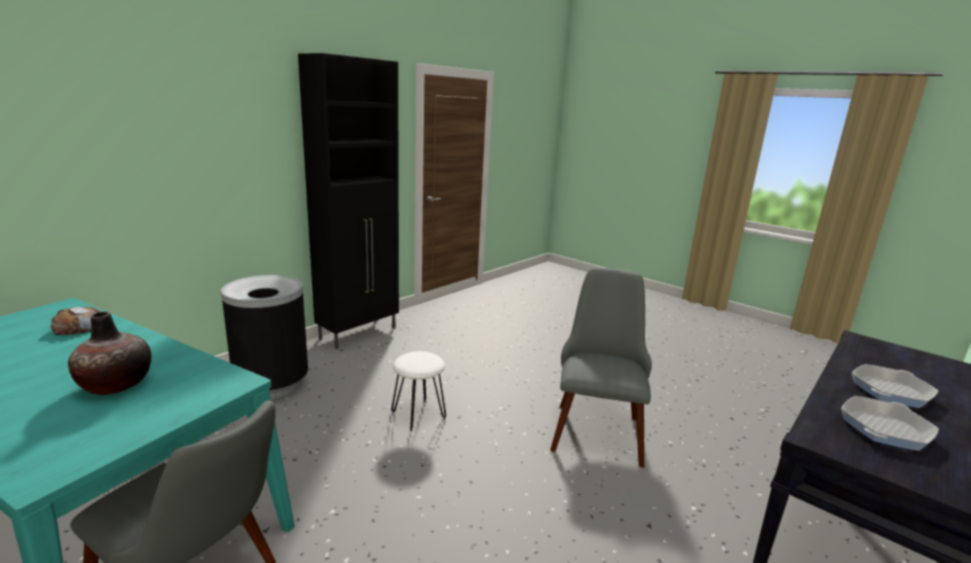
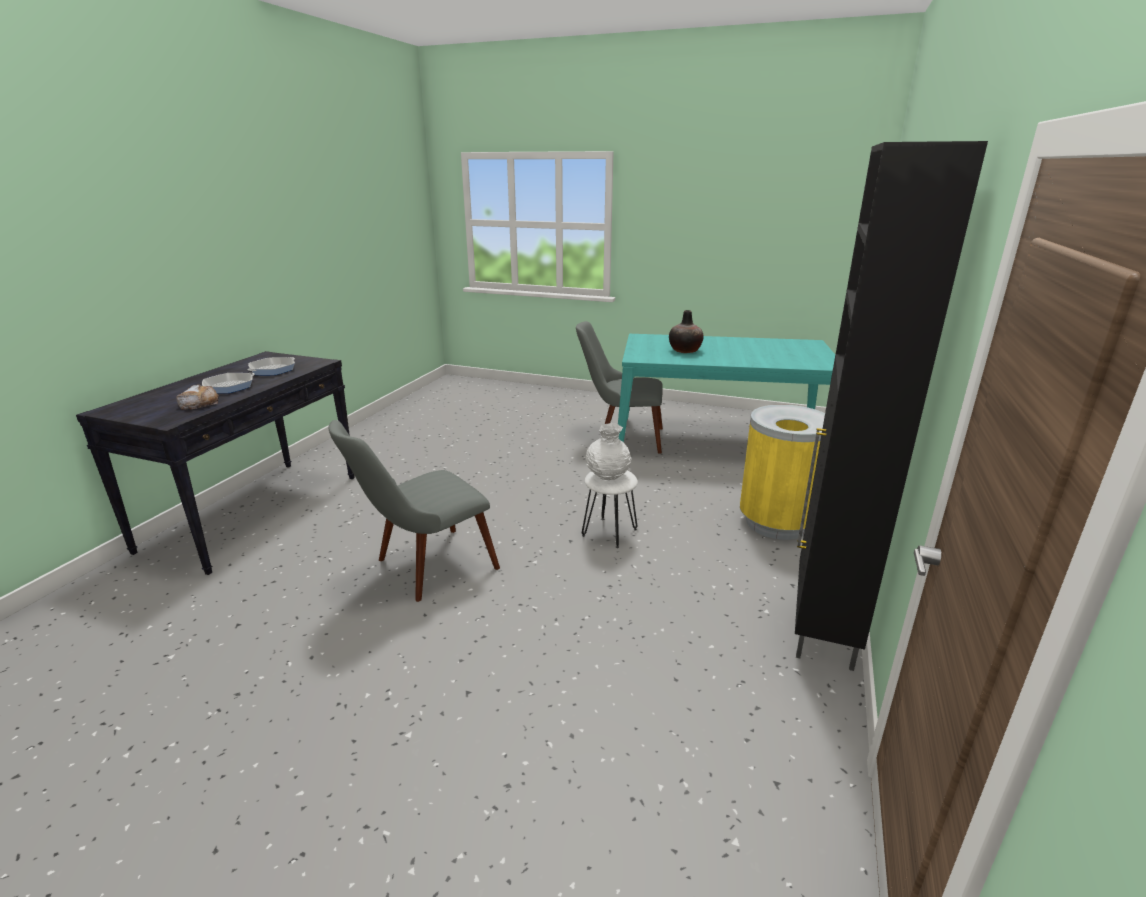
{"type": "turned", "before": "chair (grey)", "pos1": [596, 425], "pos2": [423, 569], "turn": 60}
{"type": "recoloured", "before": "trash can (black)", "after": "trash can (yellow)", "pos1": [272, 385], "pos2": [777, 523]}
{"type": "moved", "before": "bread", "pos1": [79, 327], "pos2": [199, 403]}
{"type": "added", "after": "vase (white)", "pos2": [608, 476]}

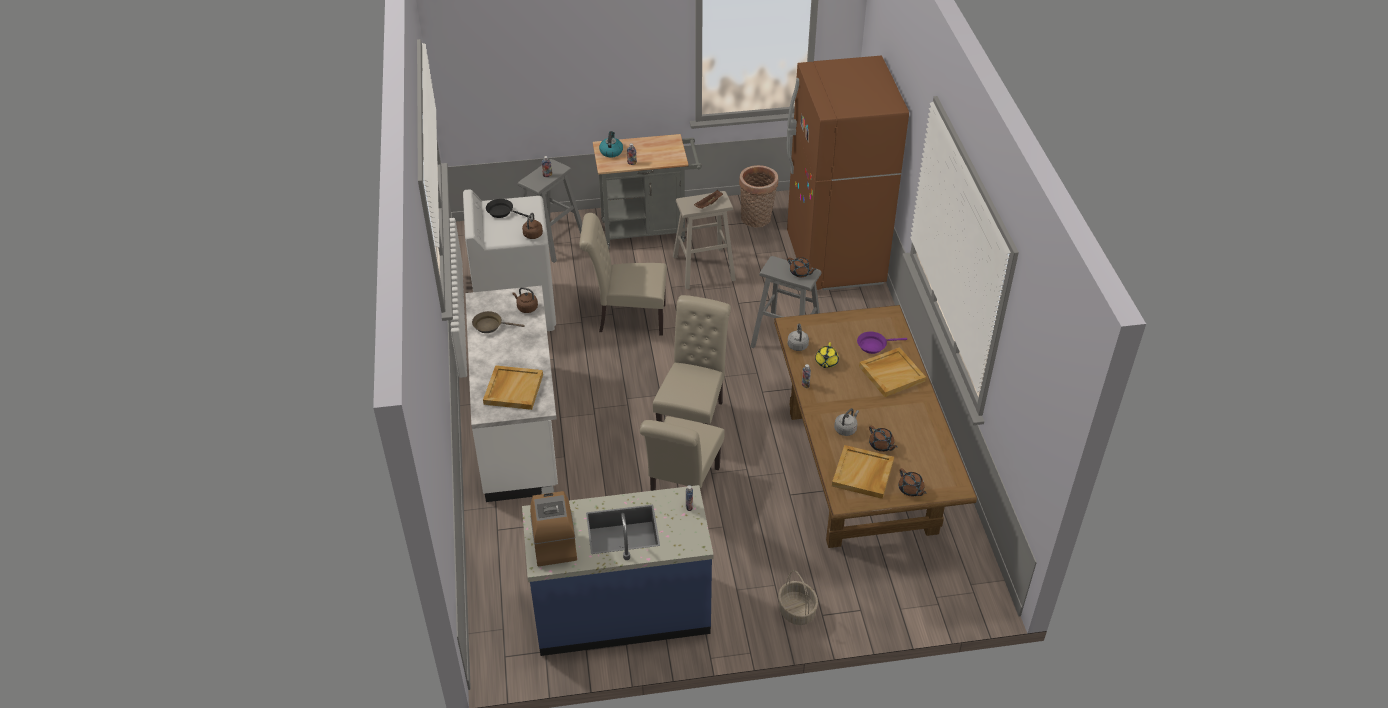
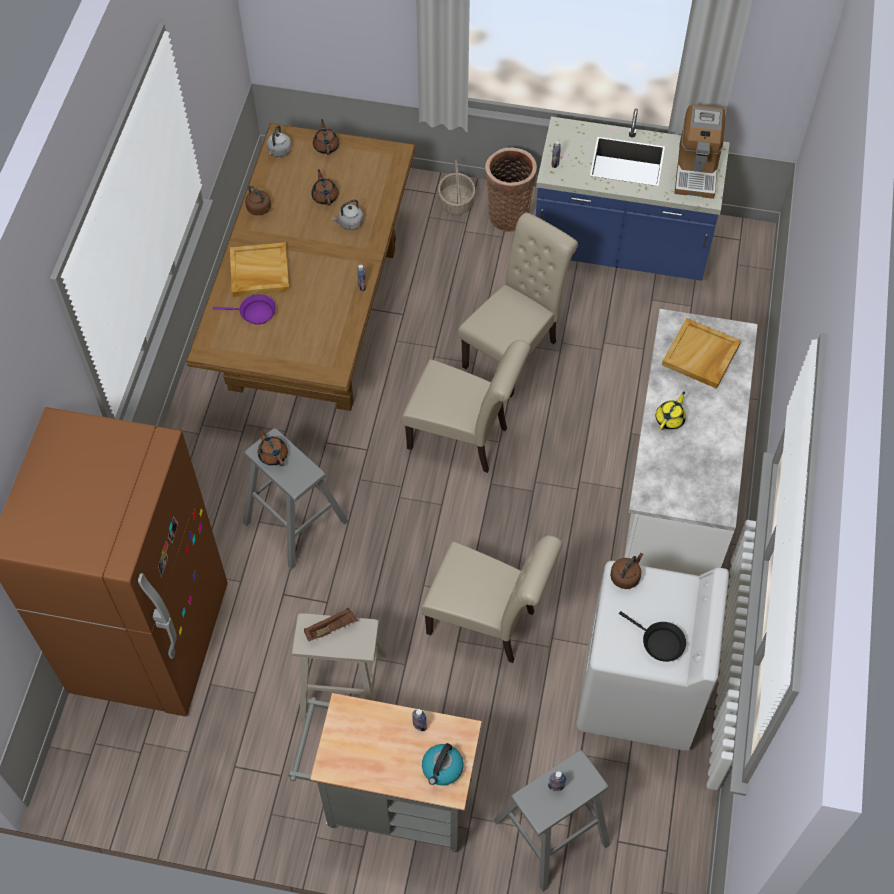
{"type": "moved", "before": "basket", "pos1": [757, 219], "pos2": [508, 214]}
{"type": "moved", "before": "kettle (brown)", "pos1": [526, 308], "pos2": [260, 209]}
{"type": "turned", "before": "chair (beige)", "pos1": [693, 417], "pos2": [464, 439], "turn": -105}
{"type": "removed", "before": "frying pan (brown)", "pos1": [490, 325]}
{"type": "moved", "before": "kettle (grey)", "pos1": [797, 345], "pos2": [279, 151]}
{"type": "moved", "before": "teapot (yellow)", "pos1": [826, 362], "pos2": [670, 419]}
{"type": "removed", "before": "tray (beige)", "pos1": [863, 474]}

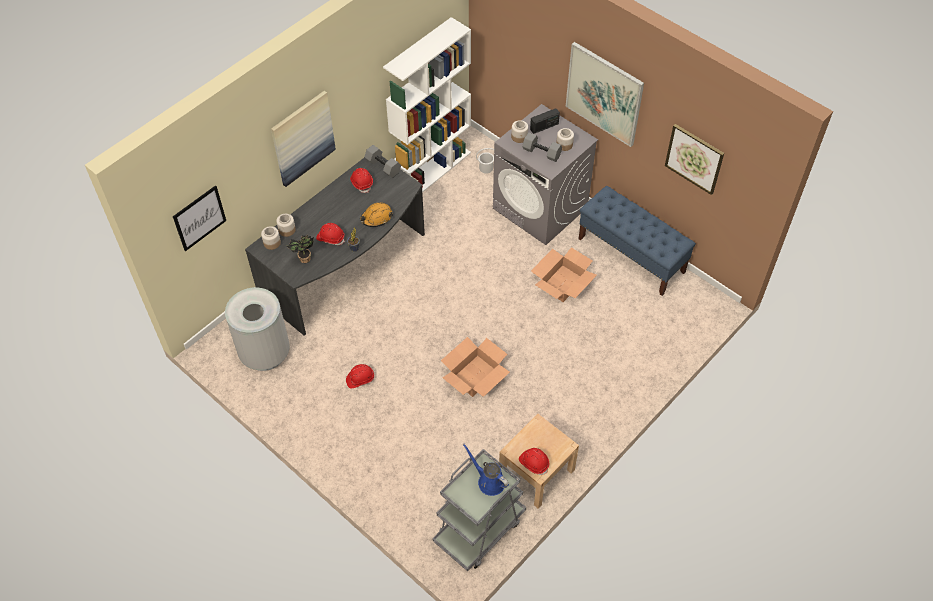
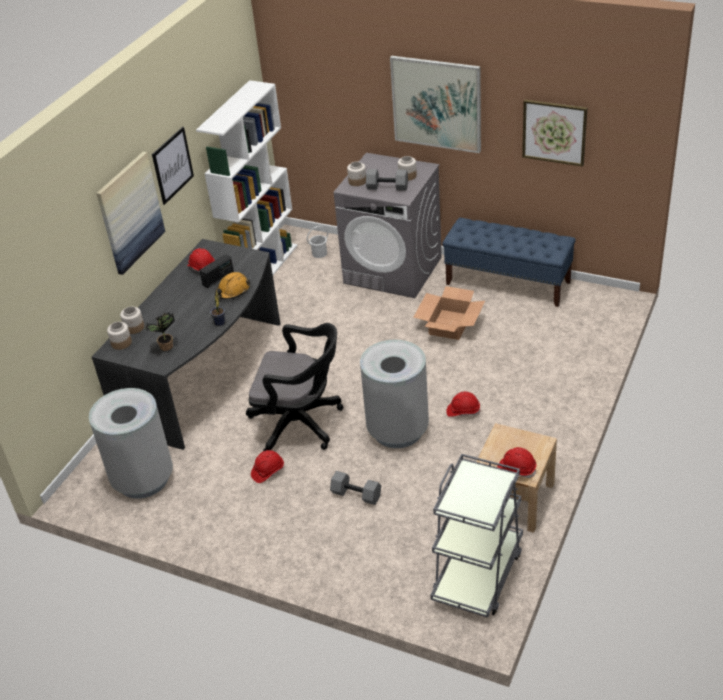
{"type": "moved", "before": "radio", "pos1": [544, 126], "pos2": [218, 278]}
{"type": "moved", "before": "dumbbell (grey)", "pos1": [383, 166], "pos2": [357, 494]}
{"type": "moved", "before": "picture", "pos1": [199, 218], "pos2": [172, 165]}
{"type": "moved", "before": "hard hat (red)", "pos1": [330, 238], "pos2": [463, 411]}
{"type": "replaced", "before": "cardboard box", "after": "trash can (grey)", "pos1": [475, 376], "pos2": [397, 430]}
{"type": "removed", "before": "watering can (blue)", "pos1": [489, 481]}
{"type": "added", "after": "office chair (black)", "pos2": [301, 424]}

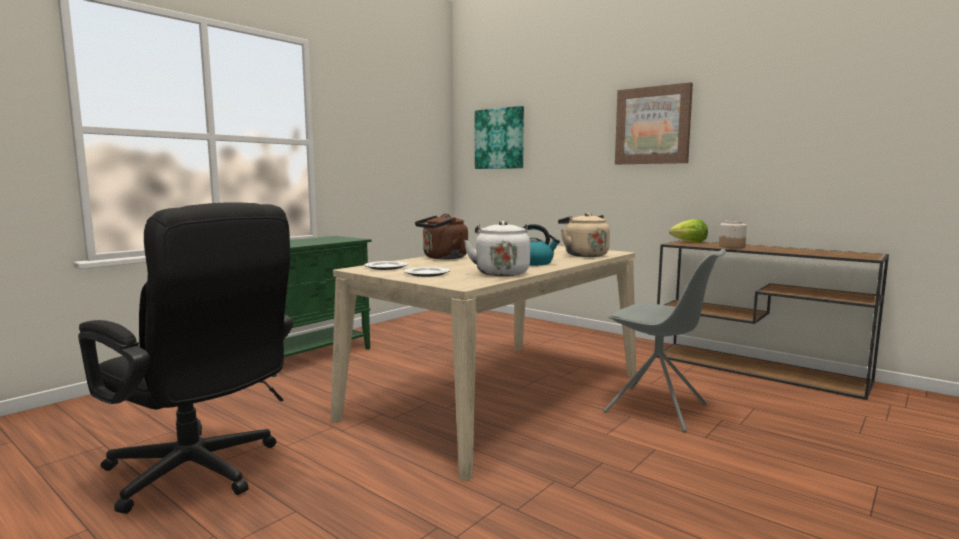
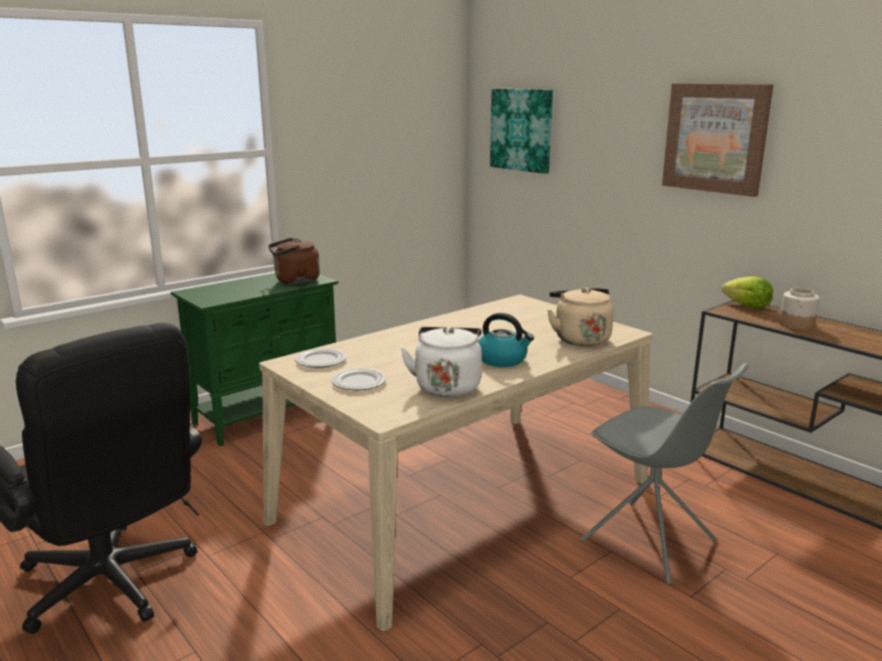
{"type": "moved", "before": "kettle (brown)", "pos1": [443, 258], "pos2": [294, 281]}

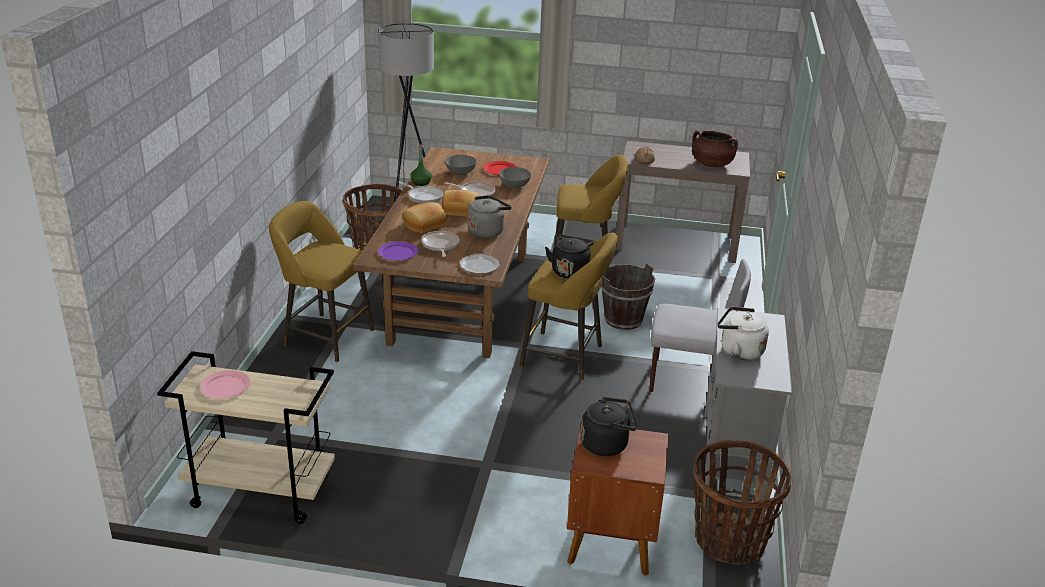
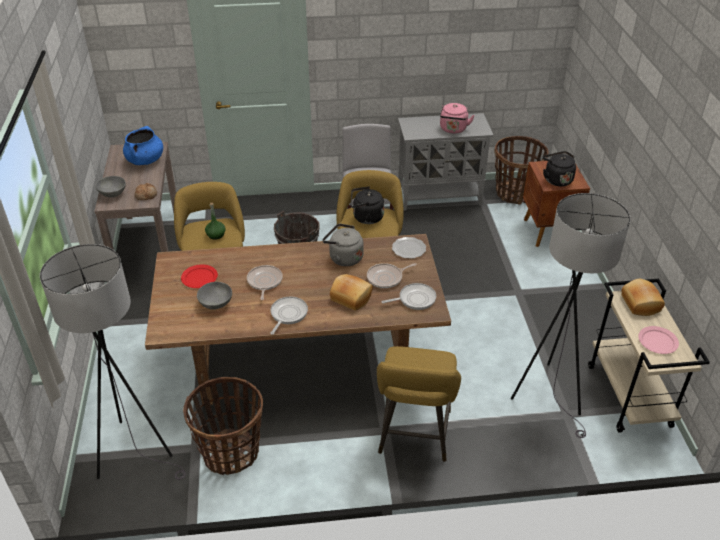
{"type": "recoloured", "before": "cooking pot (brown)", "after": "cooking pot (blue)", "pos1": [711, 164], "pos2": [145, 160]}
{"type": "moved", "before": "bottle (green)", "pos1": [421, 182], "pos2": [216, 235]}
{"type": "moved", "before": "bowl (grey)", "pos1": [514, 185], "pos2": [113, 194]}
{"type": "moved", "before": "bread", "pos1": [461, 210], "pos2": [639, 304]}
{"type": "replaced", "before": "plate (purple)", "after": "frying pan", "pos1": [398, 253], "pos2": [414, 299]}
{"type": "recoloured", "before": "kettle (white)", "after": "kettle (pink)", "pos1": [738, 351], "pos2": [453, 129]}
{"type": "added", "after": "floor lamp (grey)", "pos2": [551, 395]}

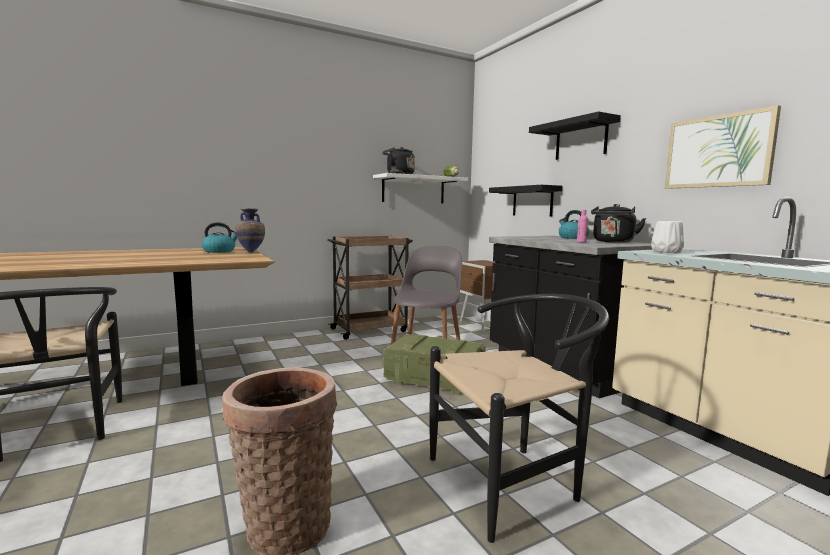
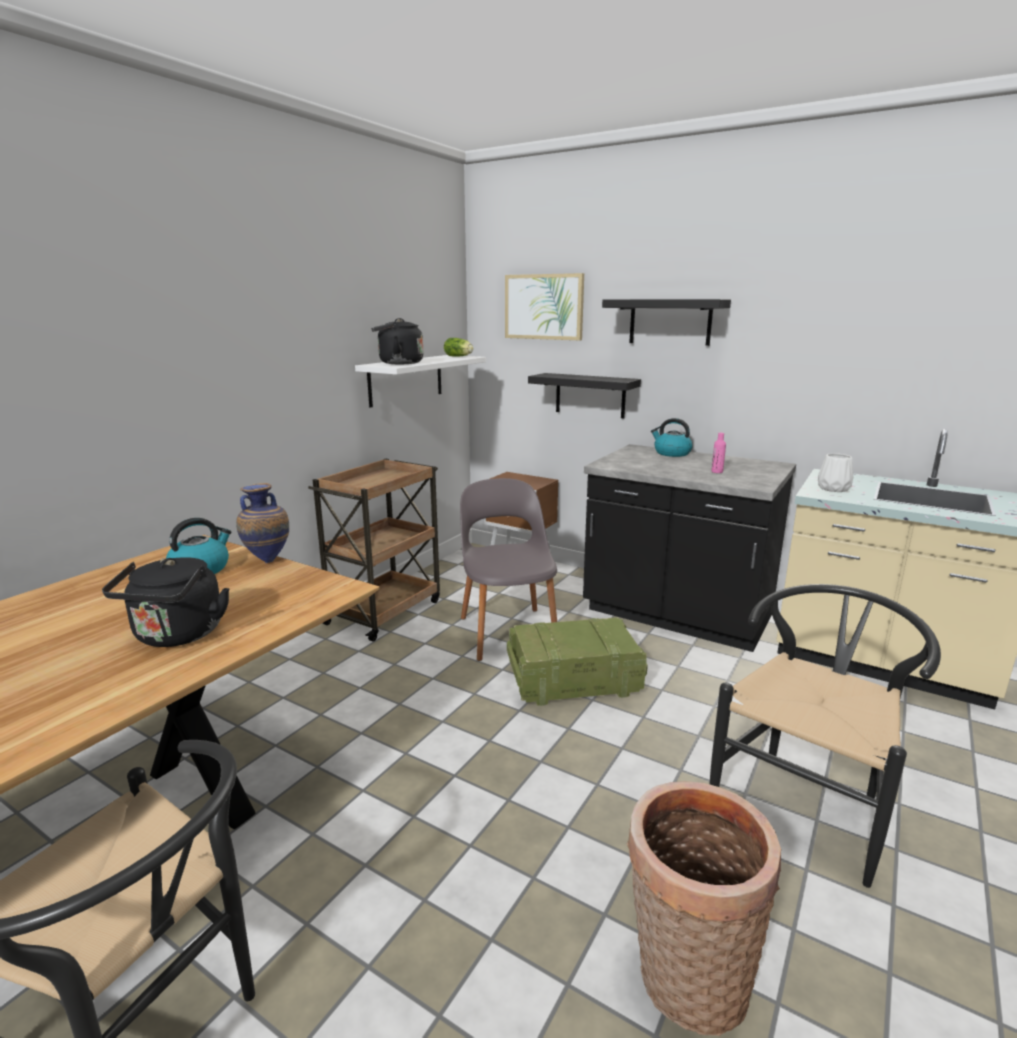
{"type": "moved", "before": "picture", "pos1": [718, 151], "pos2": [544, 307]}
{"type": "moved", "before": "kettle (black)", "pos1": [613, 242], "pos2": [177, 636]}

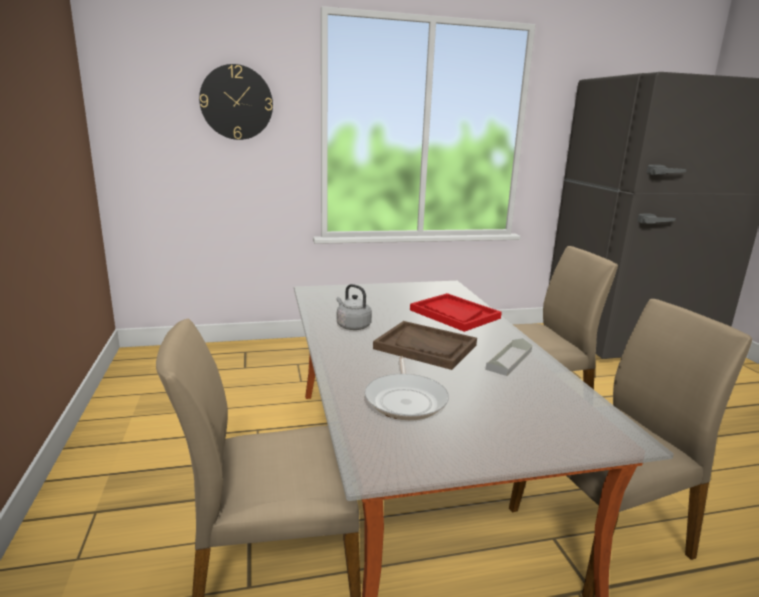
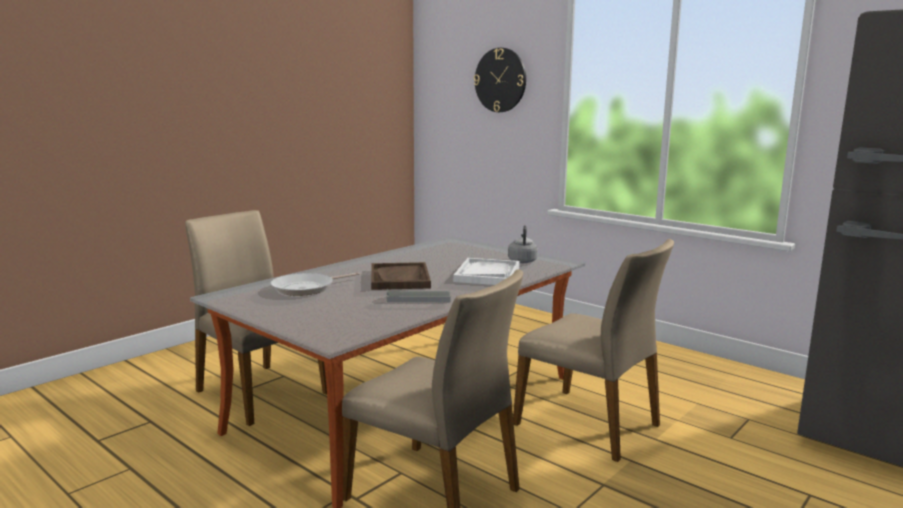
{"type": "moved", "before": "kettle (grey)", "pos1": [352, 326], "pos2": [522, 261]}
{"type": "recoloured", "before": "tray (red)", "after": "tray (white)", "pos1": [454, 314], "pos2": [487, 274]}

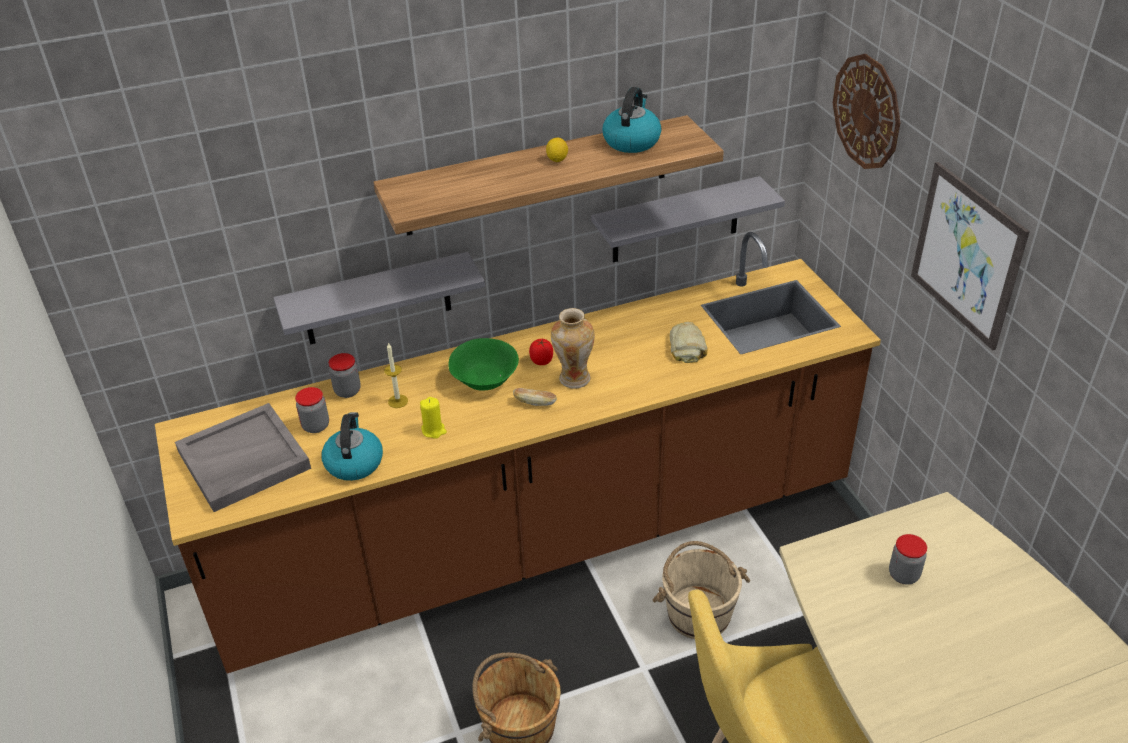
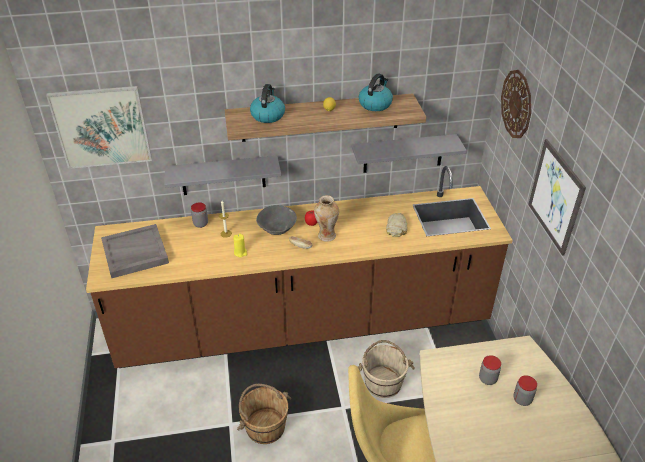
{"type": "recoloured", "before": "bowl (green)", "after": "bowl (grey)", "pos1": [484, 379], "pos2": [276, 228]}
{"type": "moved", "before": "jar", "pos1": [316, 426], "pos2": [522, 399]}
{"type": "moved", "before": "kettle", "pos1": [354, 462], "pos2": [268, 115]}
{"type": "added", "after": "picture", "pos2": [101, 127]}

